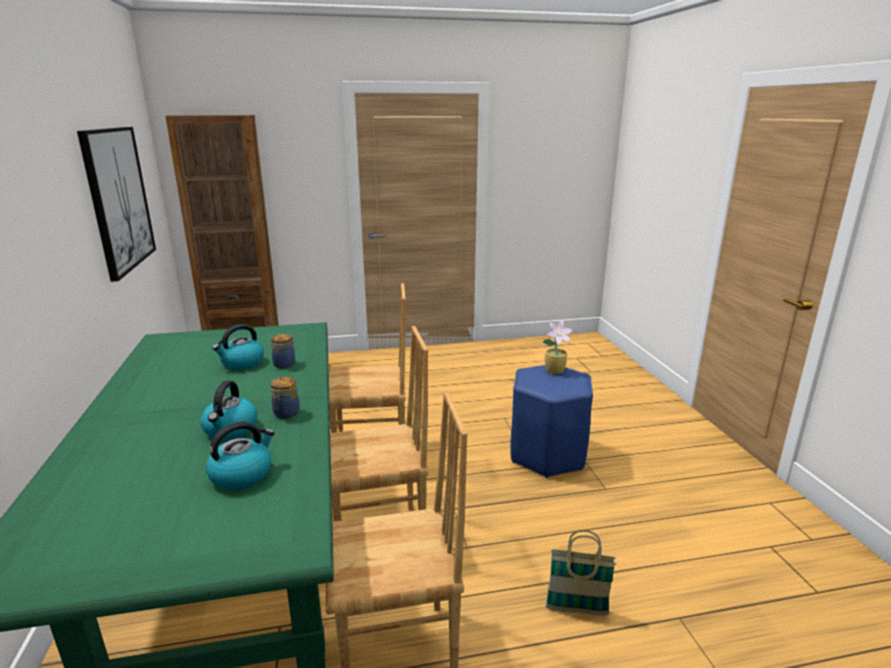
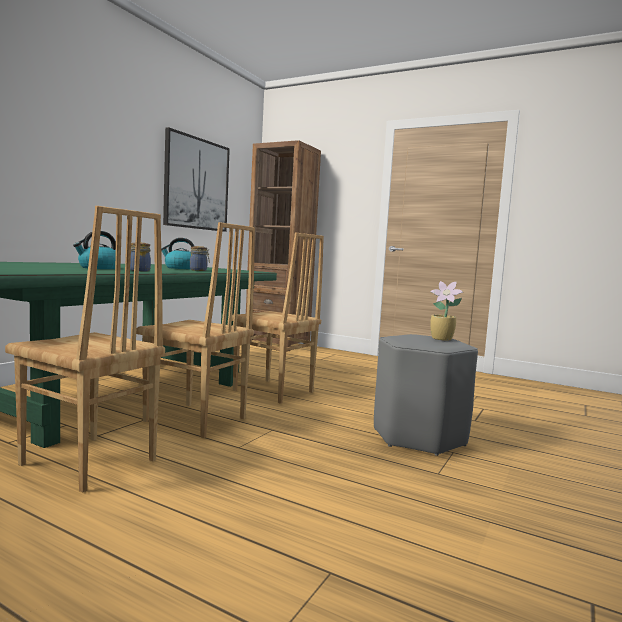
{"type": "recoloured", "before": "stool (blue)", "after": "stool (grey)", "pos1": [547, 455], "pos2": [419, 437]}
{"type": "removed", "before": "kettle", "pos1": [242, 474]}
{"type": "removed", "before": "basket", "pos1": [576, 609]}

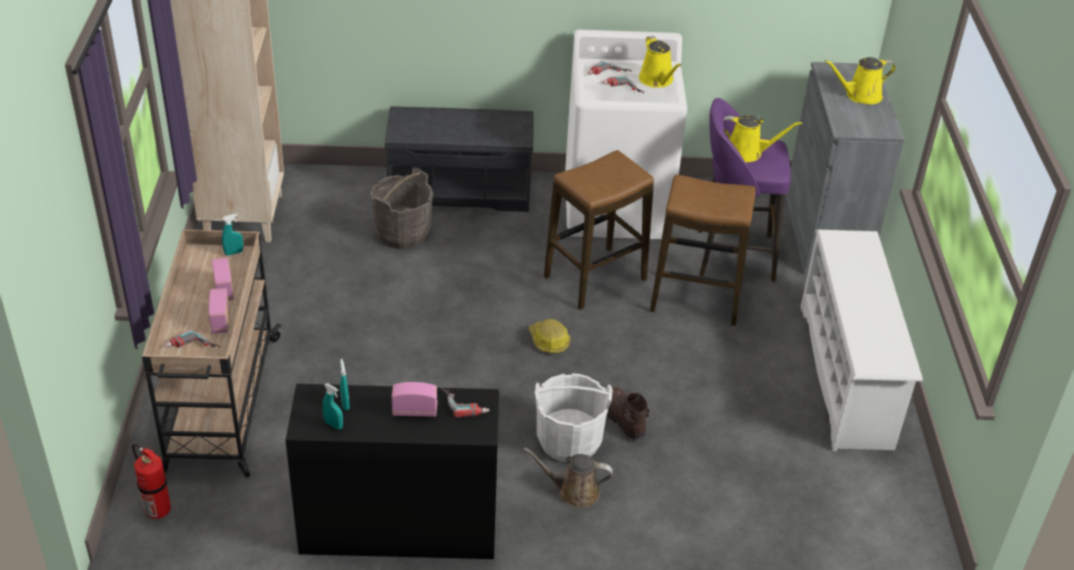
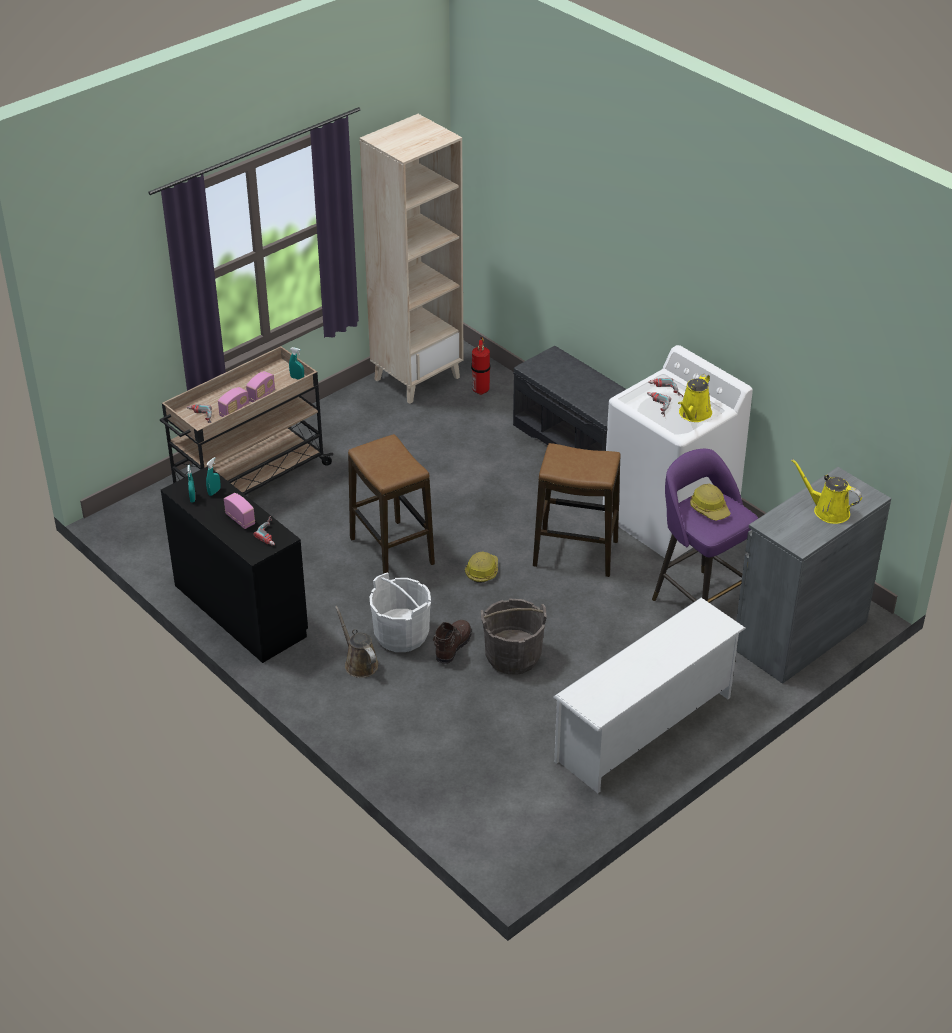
{"type": "replaced", "before": "watering can (yellow)", "after": "hard hat", "pos1": [747, 152], "pos2": [709, 508]}
{"type": "moved", "before": "bucket (grey)", "pos1": [402, 233], "pos2": [513, 656]}
{"type": "moved", "before": "stool", "pos1": [696, 299], "pos2": [392, 551]}
{"type": "moved", "before": "fire extinguisher", "pos1": [156, 510], "pos2": [480, 390]}

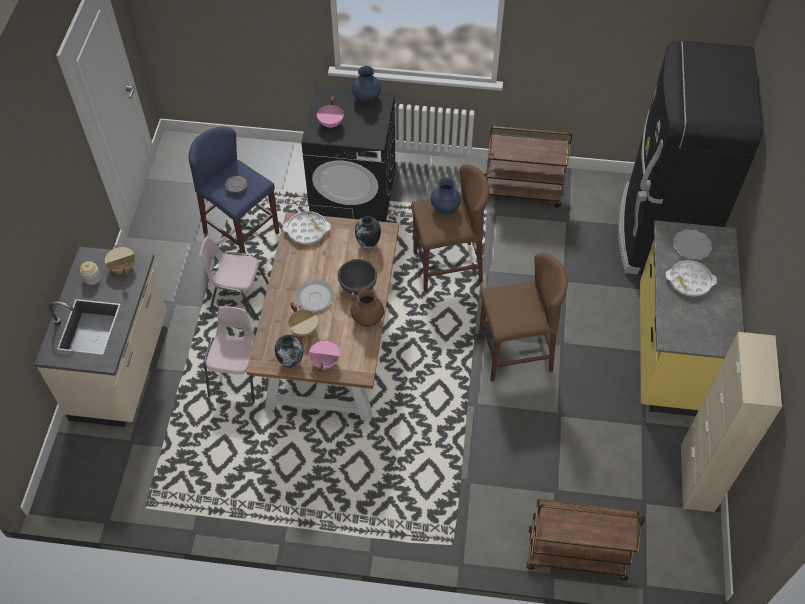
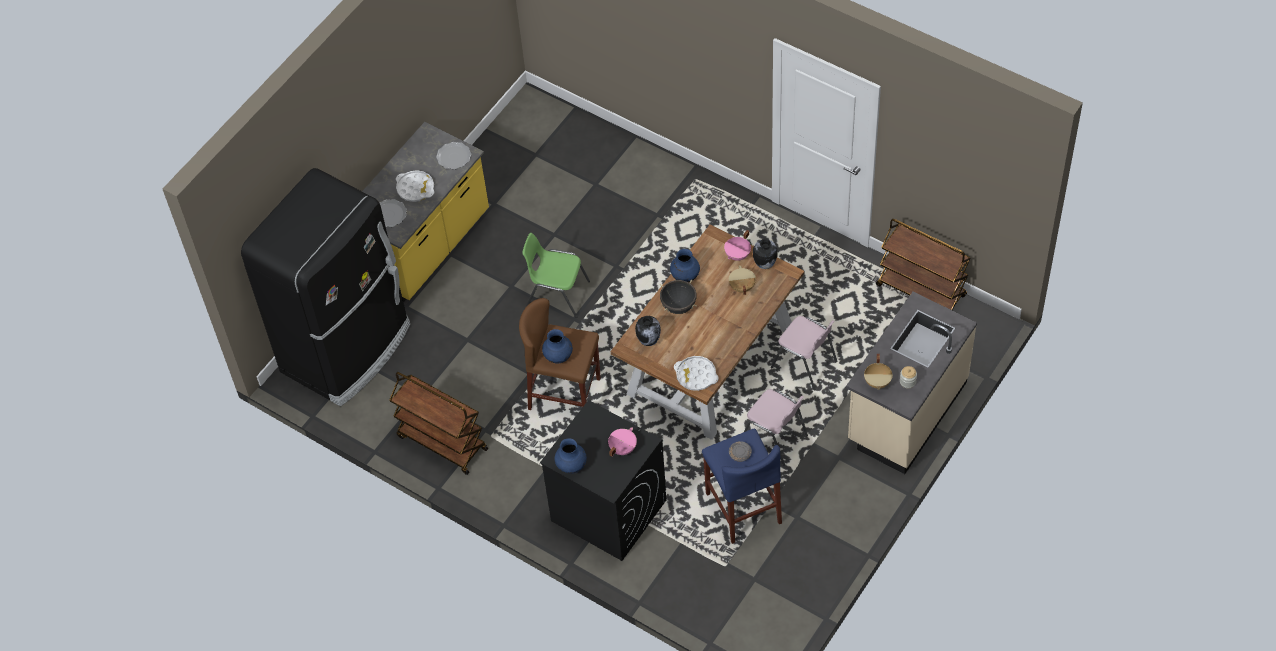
{"type": "replaced", "before": "stool (brown)", "after": "chair (green)", "pos1": [515, 353], "pos2": [557, 293]}
{"type": "moved", "before": "plate", "pos1": [314, 296], "pos2": [454, 157]}
{"type": "recoloured", "before": "vase (brown)", "after": "vase (blue)", "pos1": [368, 319], "pos2": [685, 276]}
{"type": "turned", "before": "chair (pink)", "pos1": [238, 376], "pos2": [804, 364], "turn": -90}
{"type": "removed", "before": "cabinet (beige)", "pos1": [697, 478]}
{"type": "moved", "before": "cart (brown)", "pos1": [575, 555], "pos2": [921, 291]}

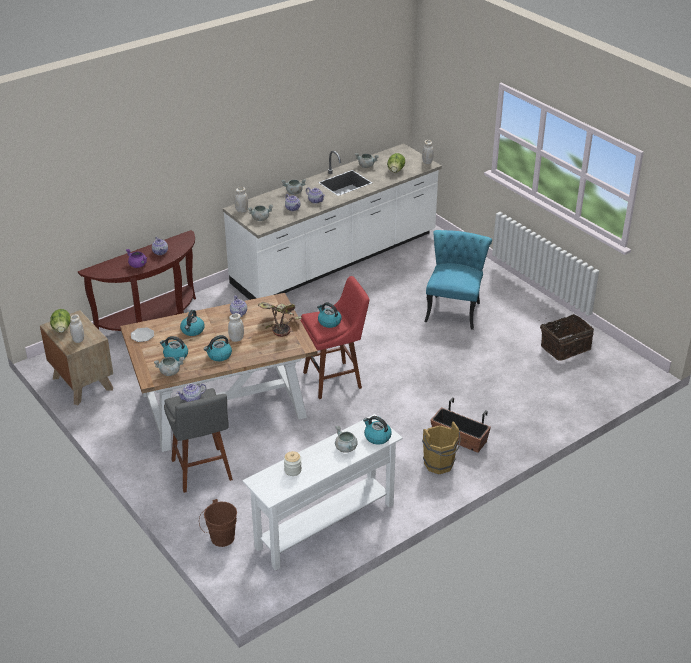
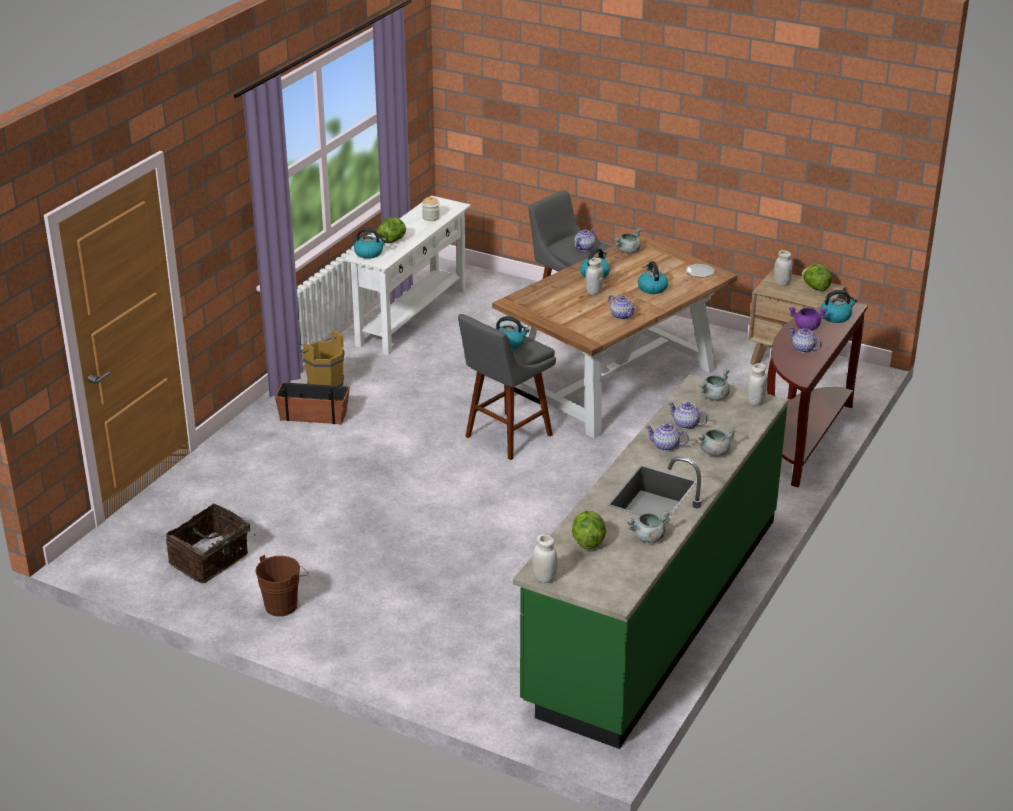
{"type": "recoloured", "before": "counter (white)", "after": "counter (green)", "pos1": [336, 259], "pos2": [654, 608]}
{"type": "removed", "before": "chair (turquoise)", "pos1": [454, 308]}
{"type": "recoloured", "before": "stool (red)", "after": "stool (grey)", "pos1": [335, 379], "pos2": [505, 437]}
{"type": "removed", "before": "potted plant", "pos1": [278, 324]}
{"type": "moved", "before": "kettle", "pos1": [175, 356], "pos2": [836, 317]}
{"type": "replaced", "before": "cooking pot (grey)", "after": "lettuce", "pos1": [346, 448], "pos2": [393, 240]}
{"type": "moved", "before": "bucket (brown)", "pos1": [220, 538], "pos2": [284, 604]}

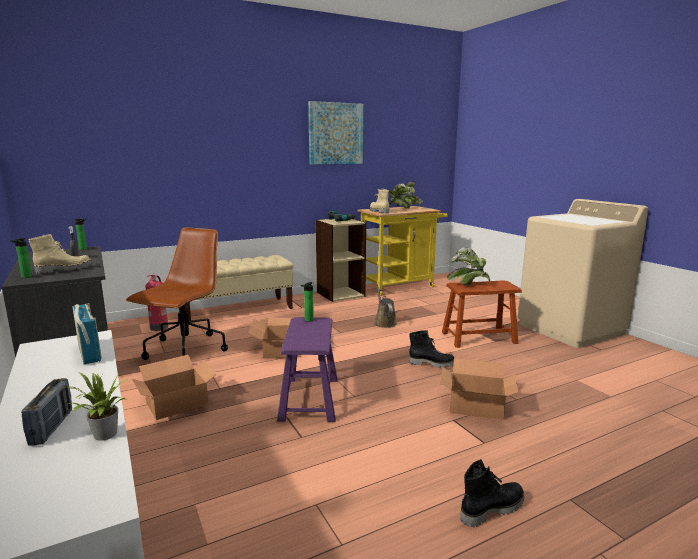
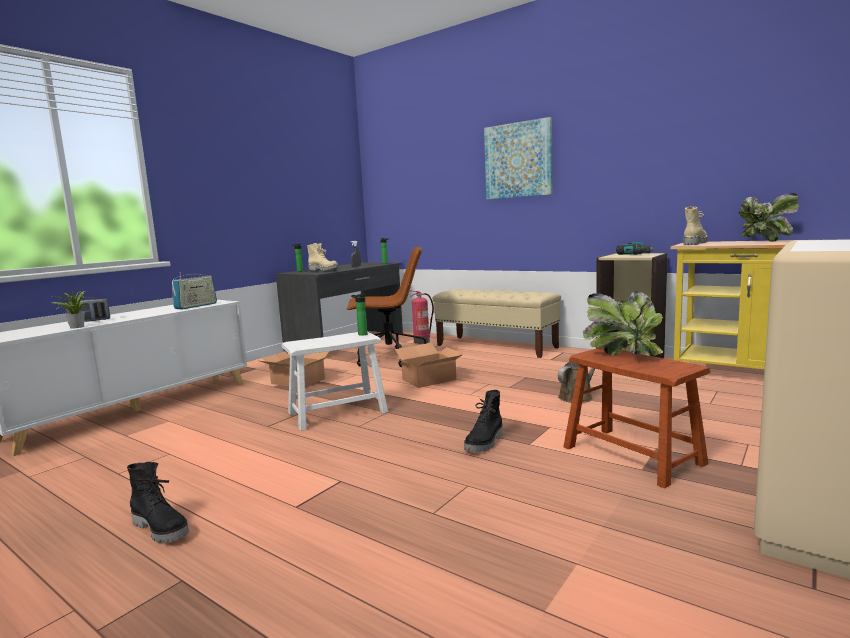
{"type": "moved", "before": "picture", "pos1": [335, 133], "pos2": [518, 160]}
{"type": "recoloured", "before": "stool (purple)", "after": "stool (white)", "pos1": [309, 399], "pos2": [337, 412]}
{"type": "turned", "before": "boot (black)", "pos1": [431, 363], "pos2": [485, 443], "turn": 45}
{"type": "removed", "before": "cardboard box", "pos1": [476, 406]}

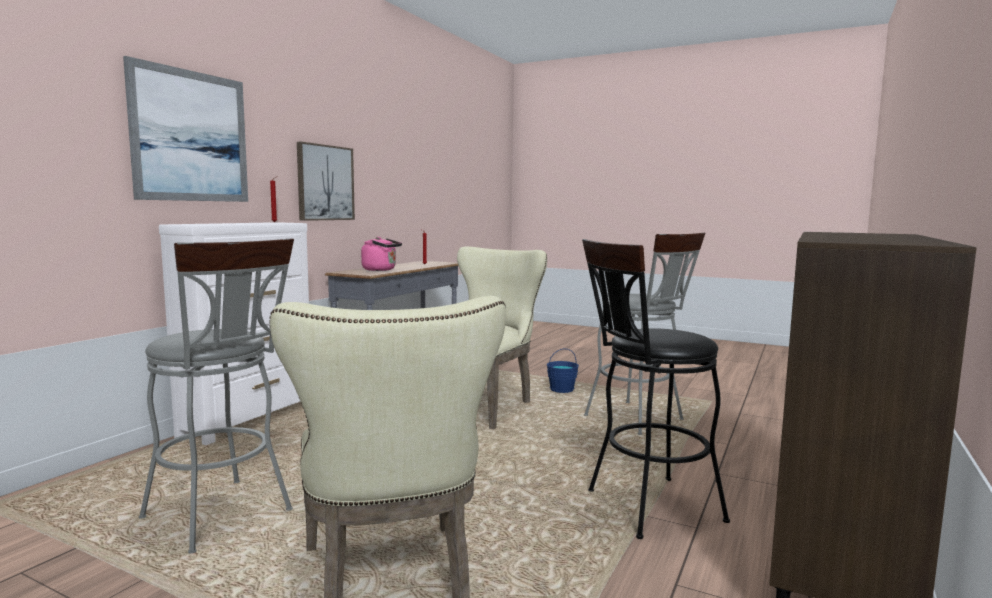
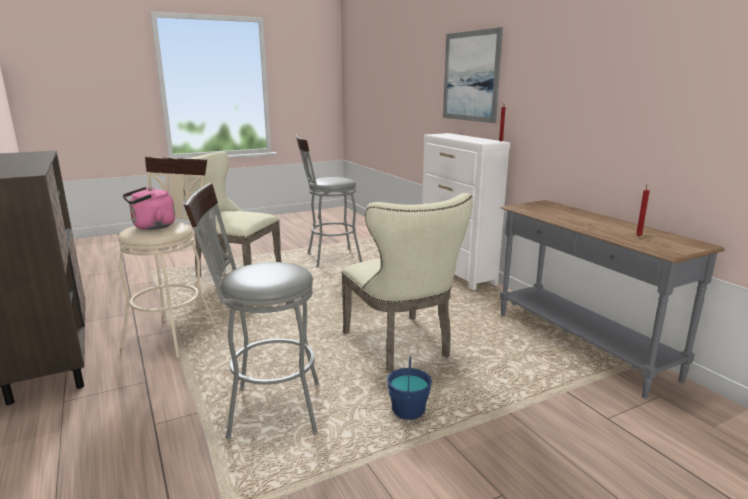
{"type": "removed", "before": "picture", "pos1": [325, 183]}
{"type": "moved", "before": "kettle (pink)", "pos1": [381, 270], "pos2": [151, 227]}
{"type": "recoloured", "before": "stool (black)", "after": "stool (beige)", "pos1": [645, 507], "pos2": [175, 334]}

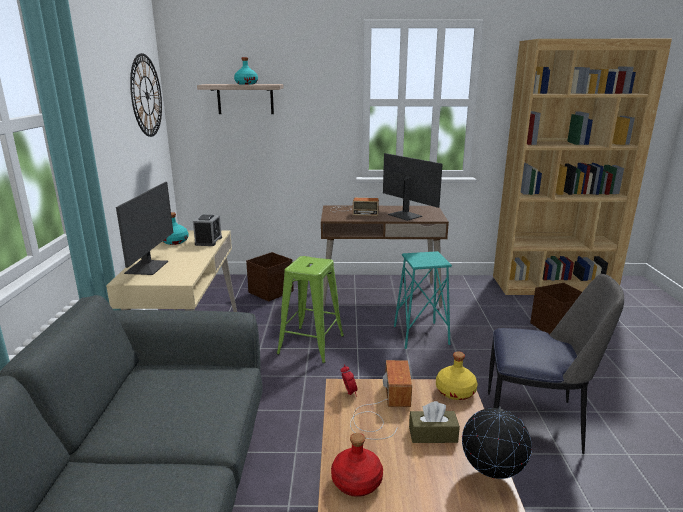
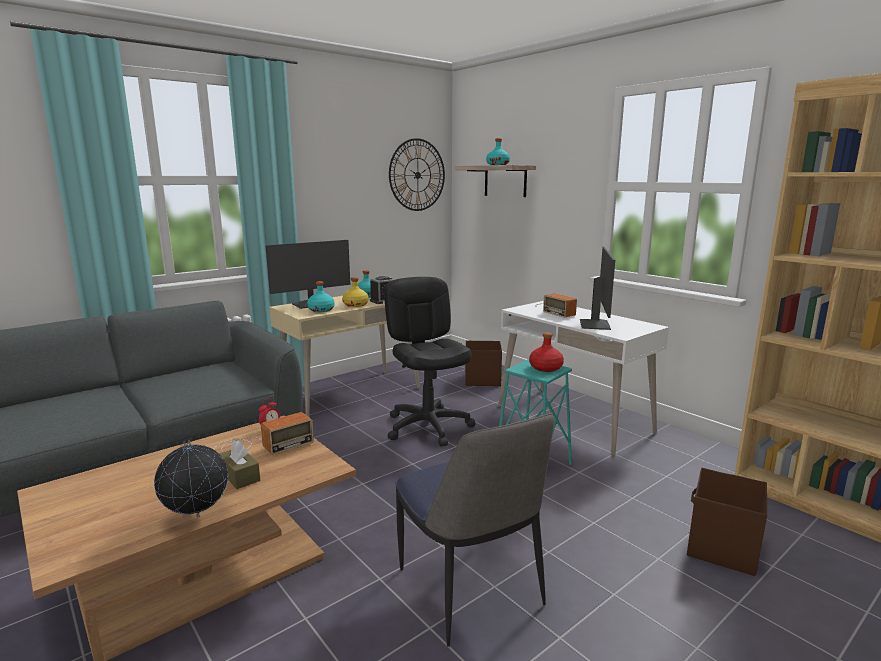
{"type": "recoloured", "before": "desk (brown)", "after": "desk (white)", "pos1": [380, 294], "pos2": [573, 418]}
{"type": "replaced", "before": "stool (green)", "after": "office chair (black)", "pos1": [310, 345], "pos2": [428, 426]}
{"type": "moved", "before": "bottle (yellow)", "pos1": [456, 392], "pos2": [355, 305]}
{"type": "moved", "before": "bottle (red)", "pos1": [357, 482], "pos2": [545, 368]}
{"type": "added", "after": "bottle (turquoise)", "pos2": [321, 310]}

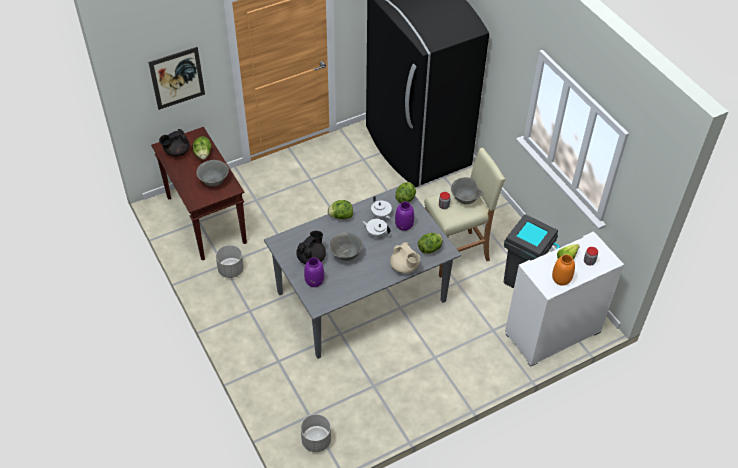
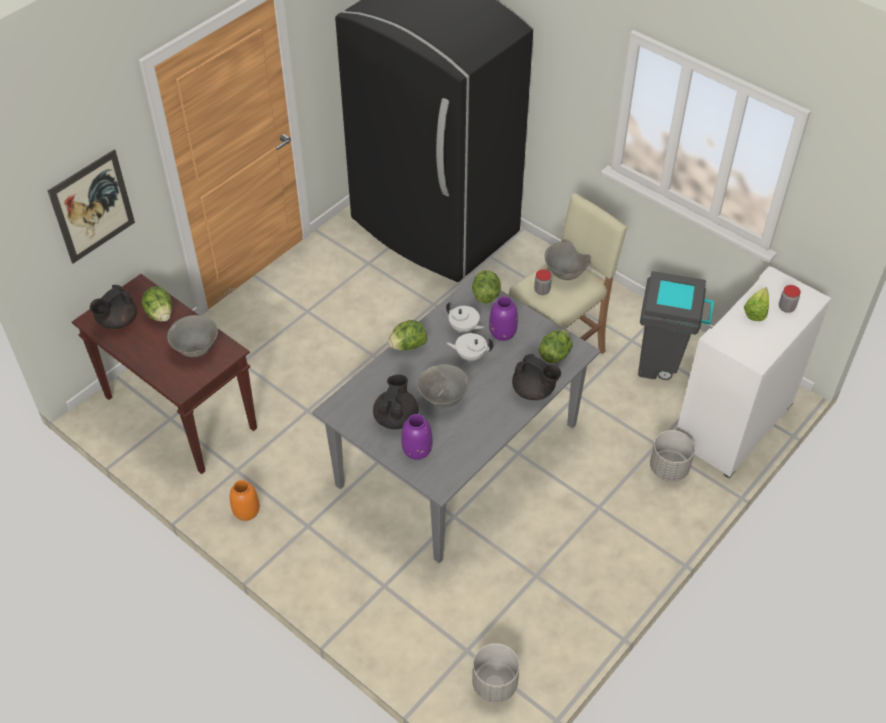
{"type": "recoloured", "before": "teapot (beige)", "after": "teapot (black)", "pos1": [404, 267], "pos2": [534, 391]}
{"type": "moved", "before": "planter (grey)", "pos1": [231, 270], "pos2": [668, 468]}
{"type": "moved", "before": "vase (orange)", "pos1": [561, 279], "pos2": [247, 511]}

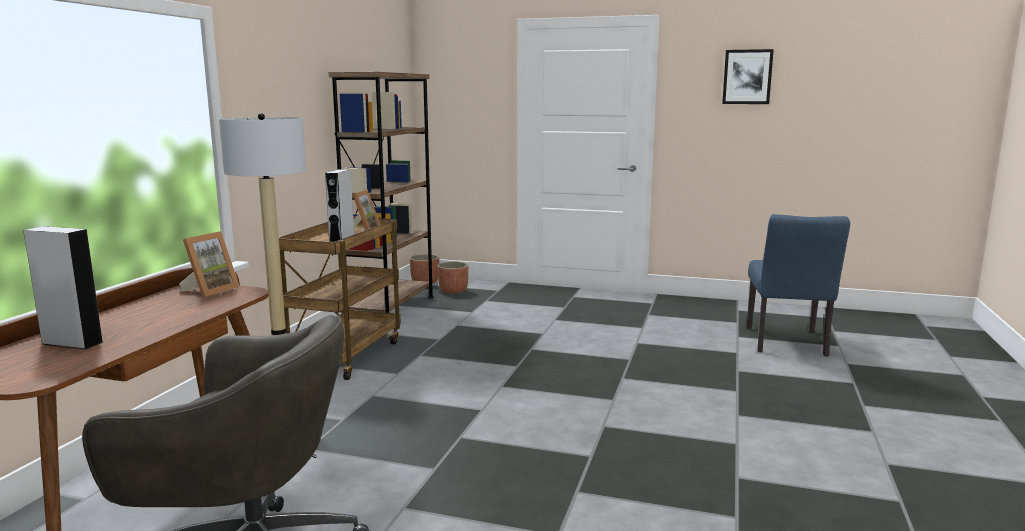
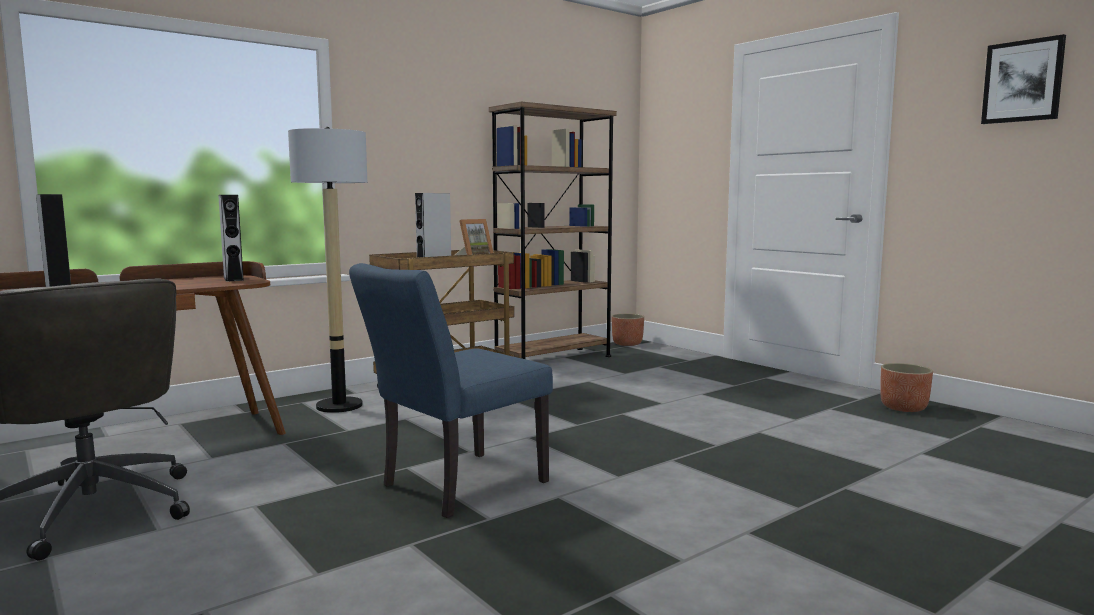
{"type": "moved", "before": "chair (blue)", "pos1": [787, 344], "pos2": [454, 486]}
{"type": "replaced", "before": "picture frame", "after": "speaker (grey)", "pos1": [210, 291], "pos2": [233, 279]}
{"type": "moved", "before": "planter", "pos1": [453, 291], "pos2": [903, 408]}

